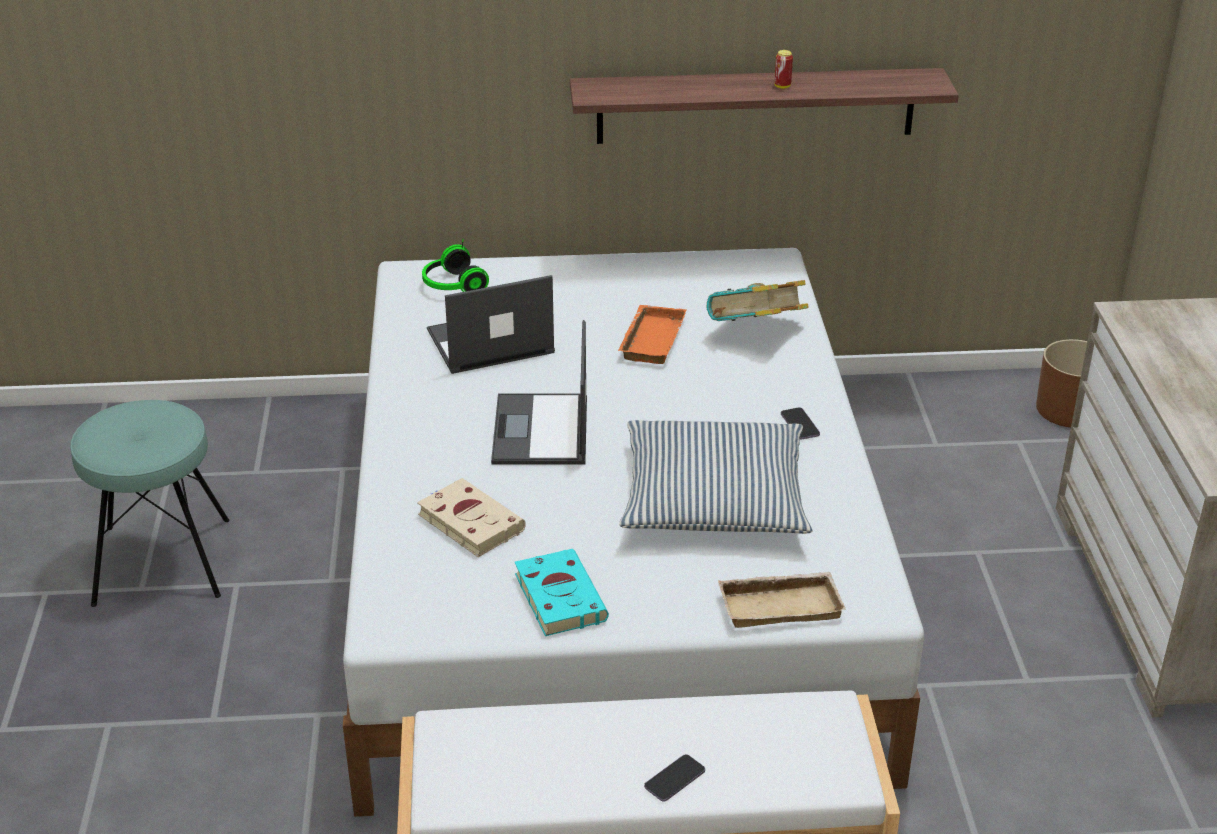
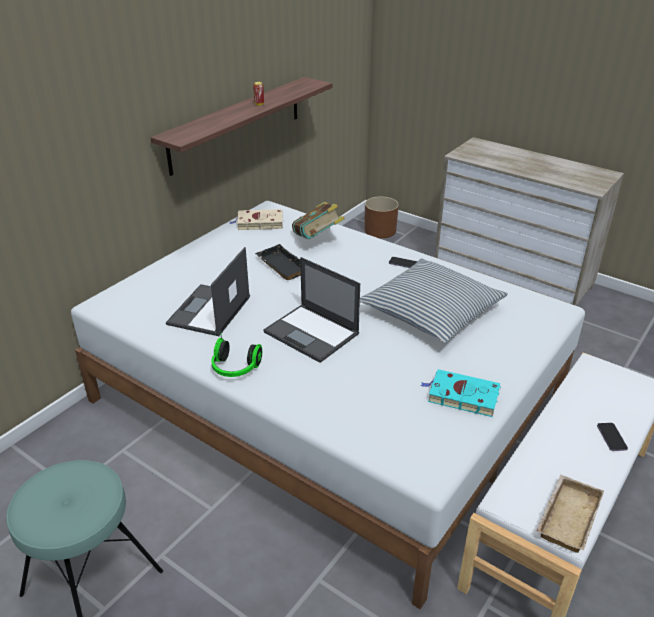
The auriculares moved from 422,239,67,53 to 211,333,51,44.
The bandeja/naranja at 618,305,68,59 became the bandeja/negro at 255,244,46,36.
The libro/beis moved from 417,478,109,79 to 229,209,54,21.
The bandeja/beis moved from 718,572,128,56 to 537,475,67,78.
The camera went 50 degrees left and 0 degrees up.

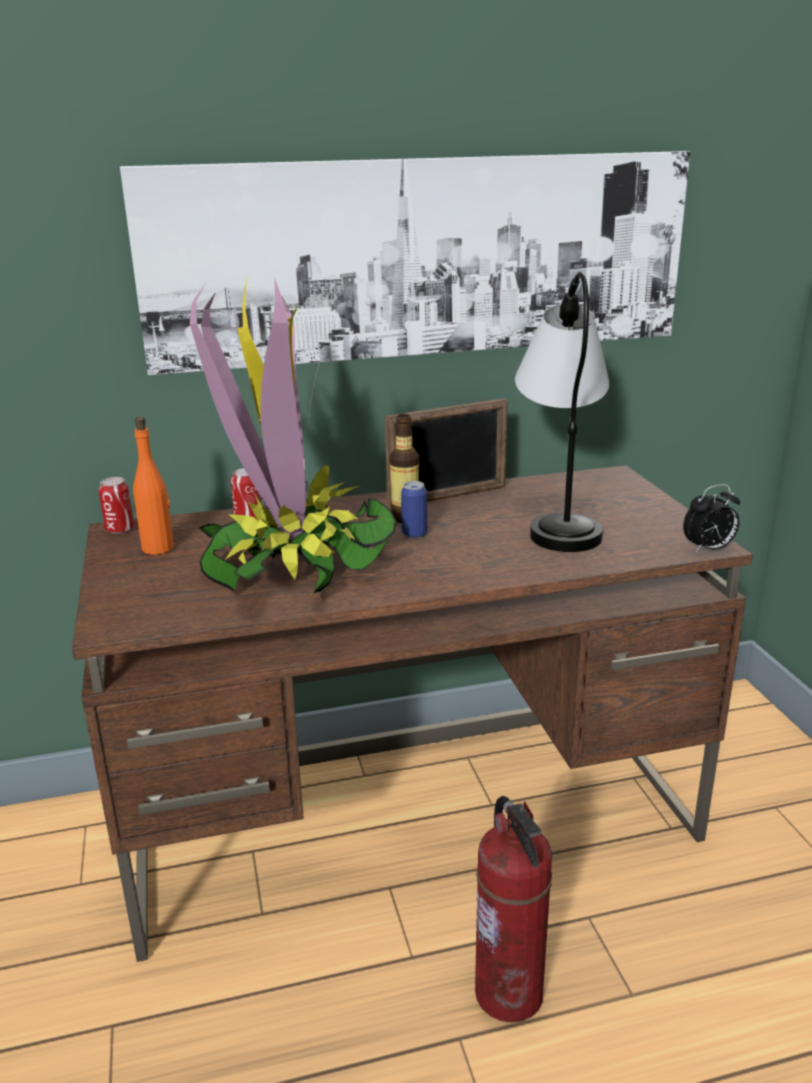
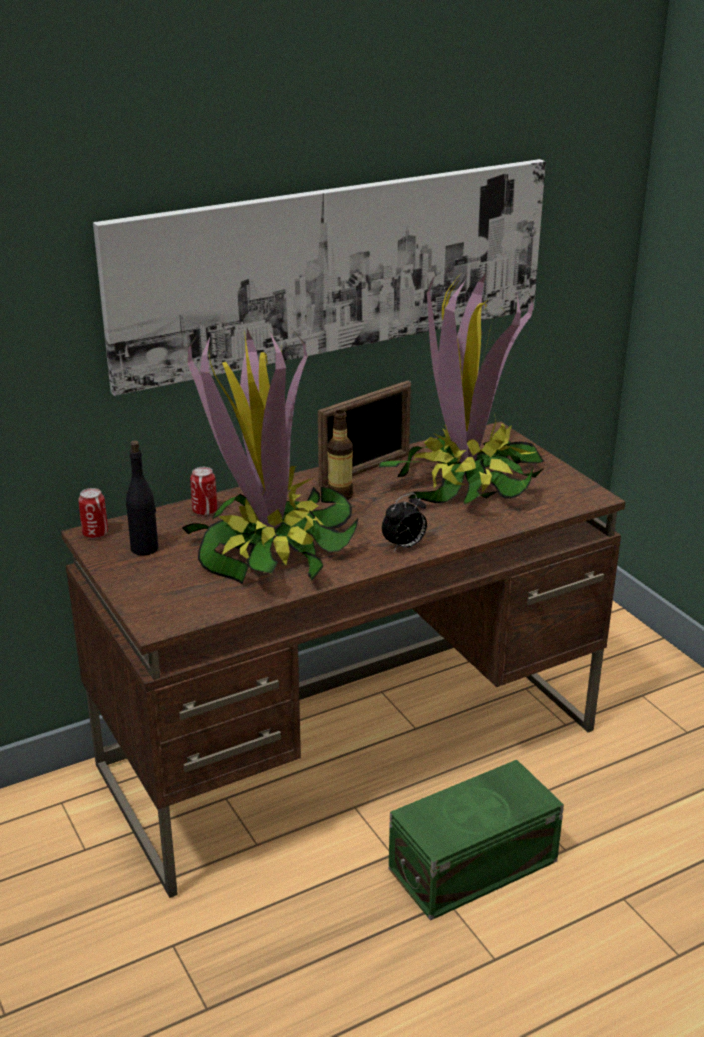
The lámpara de mesa at 515,272,94,280 was replaced by the planta en maceta at 379,267,166,237.
The botella/naranja at 133,416,41,139 became the botella/negro at 126,440,32,115.
The lata at 401,481,26,57 disappeared.
The despertador moved from 683,484,57,69 to 382,493,45,58.
The extintor at 475,796,77,227 was replaced by the caja de almacenaje/verde at 389,760,175,161.
The camera went 15 degrees left and 5 degrees up.

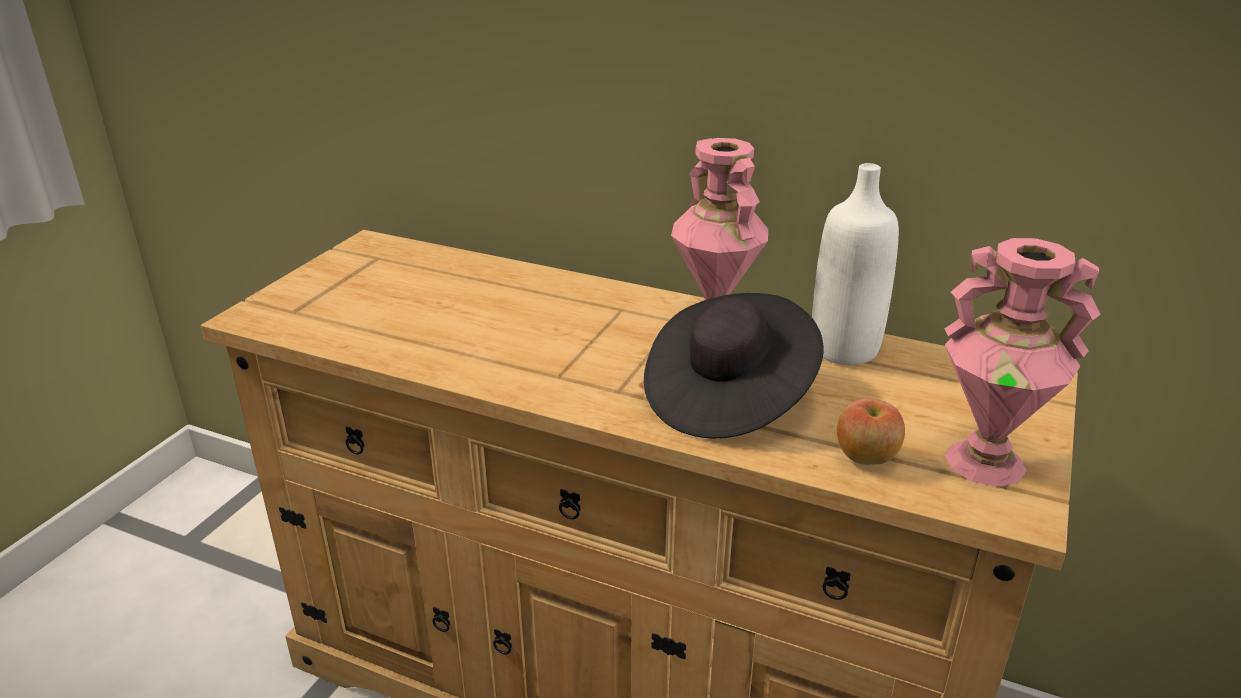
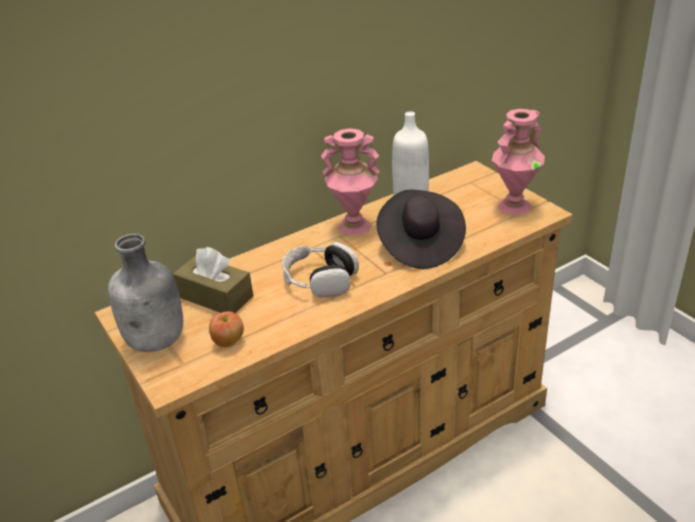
The manzana moved from 837,398,68,67 to 209,311,35,37.
The botella/gris at 108,234,75,118 appeared.
The auriculares at 282,242,77,56 appeared.
The caja de pañuelos/marrón at 173,247,80,66 appeared.
The camera went 55 degrees left and 5 degrees up.

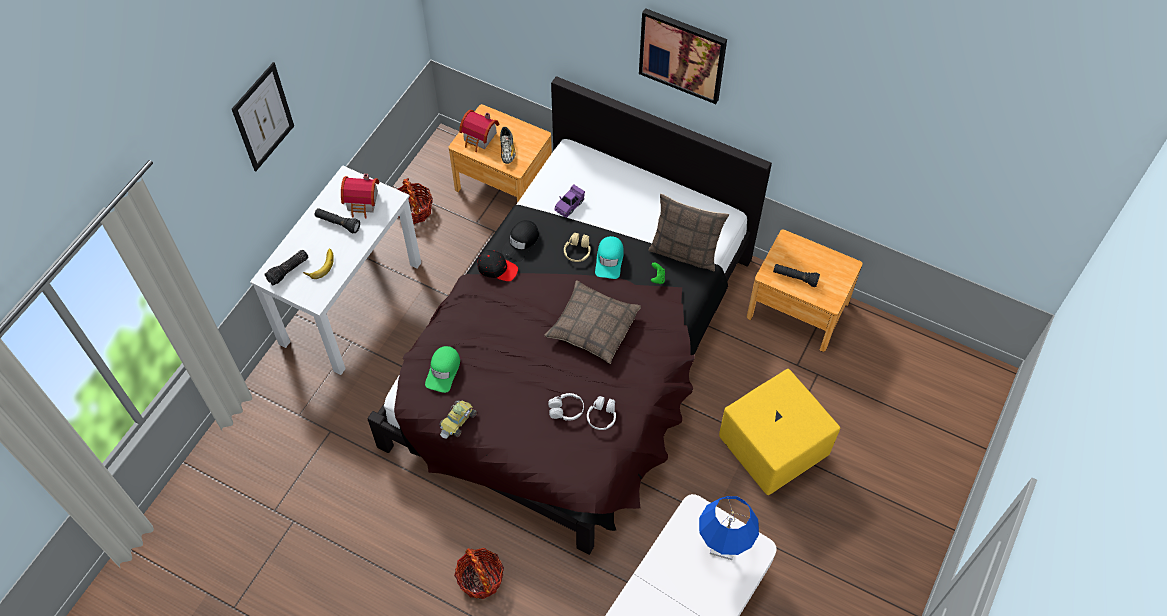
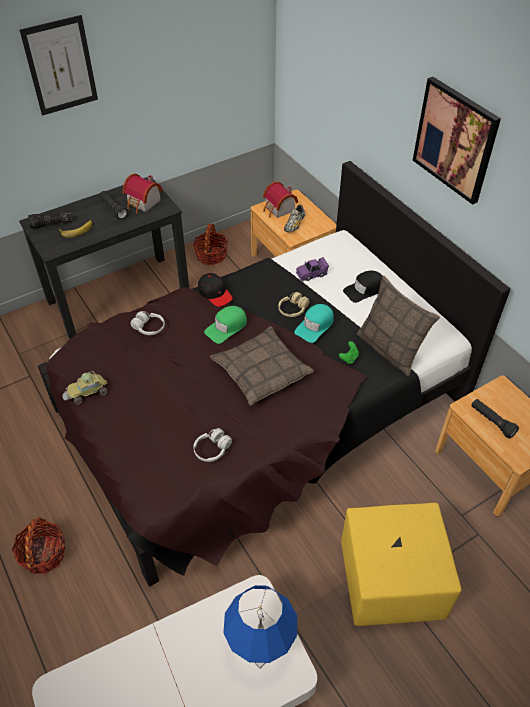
The escritorio/blanco at 250,165,171,210 became the escritorio/negro at 19,177,170,162.
The gorra/negro moved from 502,220,37,42 to 343,271,40,32.
The gorra/verde moved from 425,346,35,47 to 204,306,43,38.
The auriculares/blanco moved from 548,393,36,27 to 131,311,34,24.
The camera went 30 degrees right and 10 degrees down.

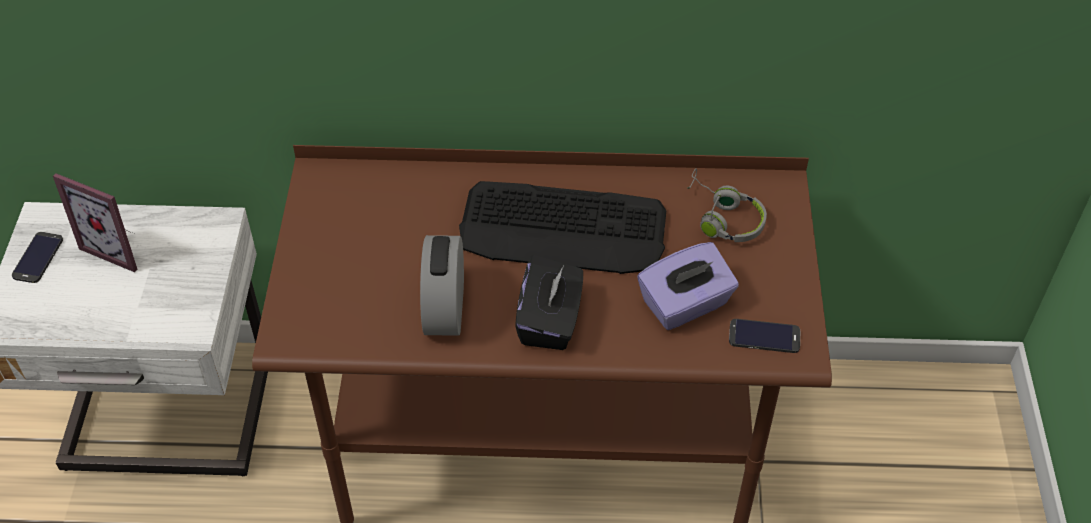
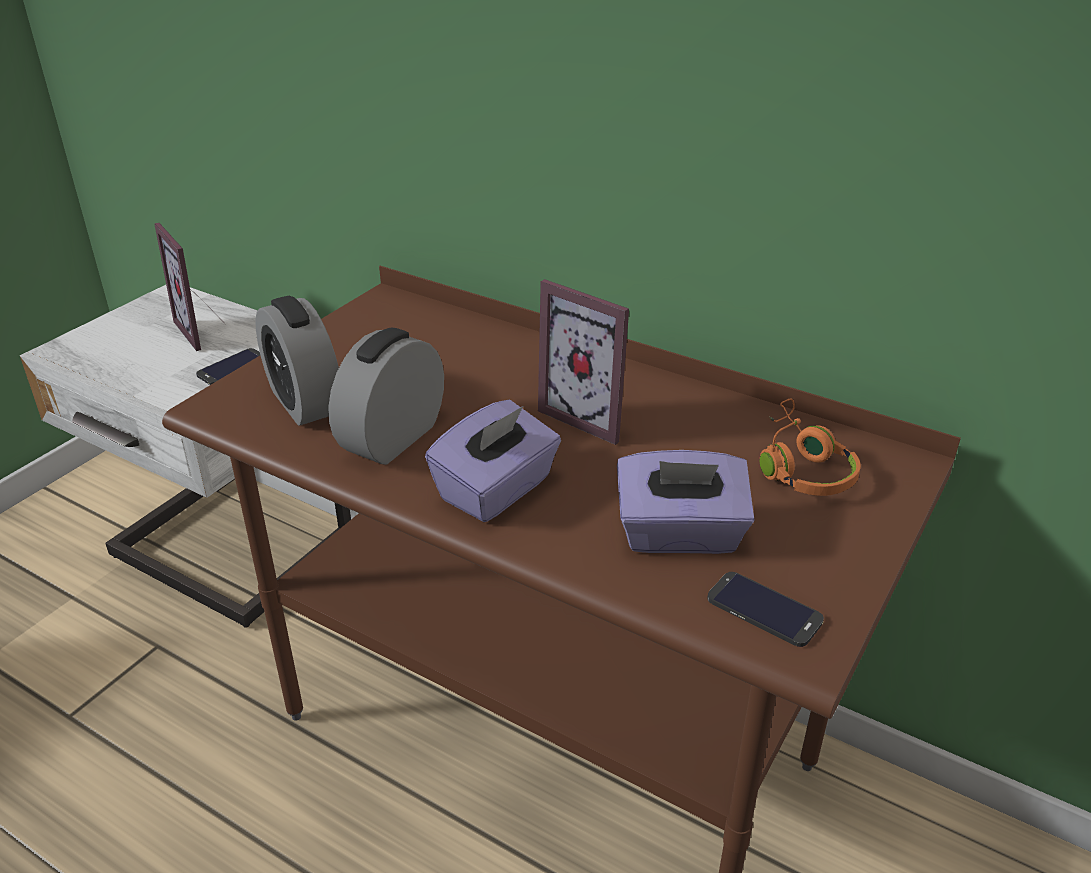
The auriculares/gris at 687,168,80,74 became the auriculares/naranja at 759,398,102,98.
The teclado at 459,181,207,93 was replaced by the portarretratos at 538,279,91,166.
The móvil moved from 12,232,51,51 to 196,348,64,37.
The caja de pañuelos/negro at 515,255,68,95 became the caja de pañuelos/morado at 425,400,136,122.
The despertador at 255,296,84,130 appeared.
The camera went 30 degrees right and 15 degrees down.

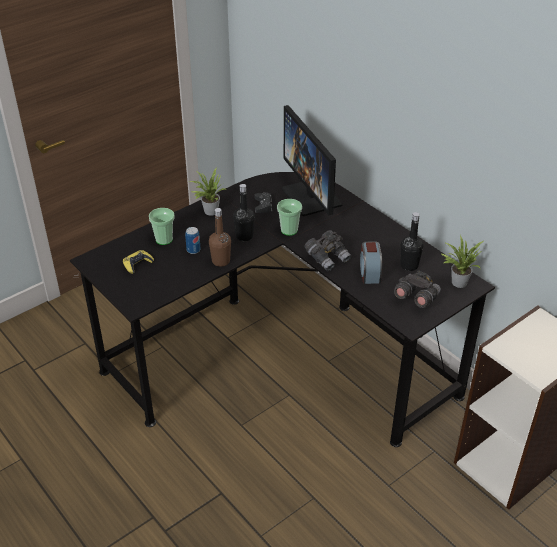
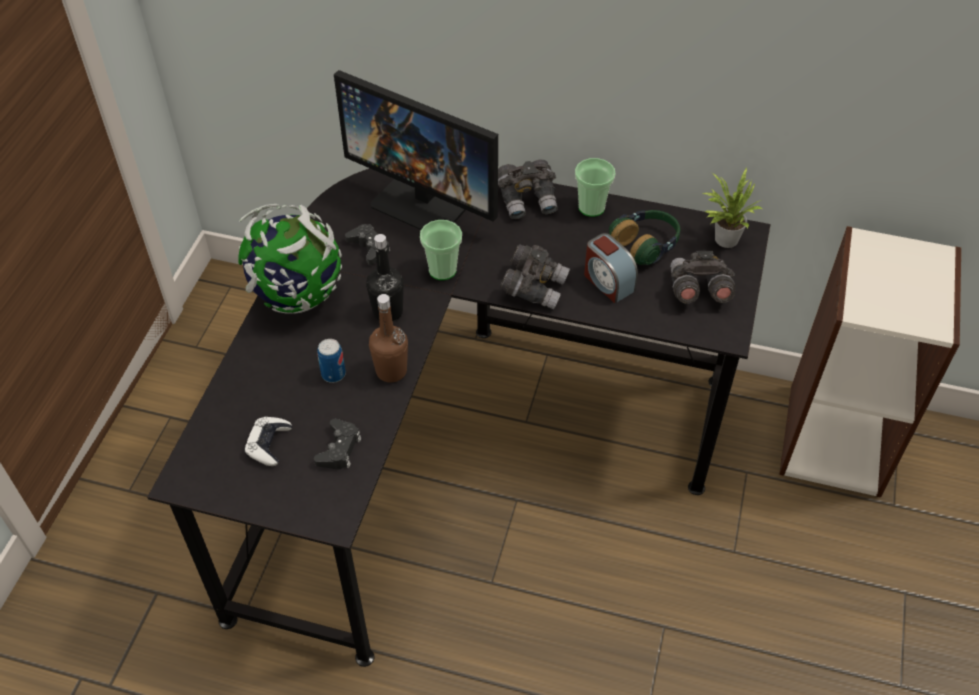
The planta en maceta at 188,167,39,49 was replaced by the globo terráqueo at 238,204,104,110.
The taza moved from 149,208,26,37 to 575,158,40,59.
The botella/negro at 400,212,23,59 was replaced by the auriculares at 609,210,71,55.
The mando de consola/amarillo at 123,250,31,24 became the mando de consola/blanco at 244,417,48,49.
The prismáticos/gris at 498,159,60,60 appeared.
The mando de consola/negro at 314,419,47,50 appeared.
The camera went 35 degrees left and 10 degrees up.

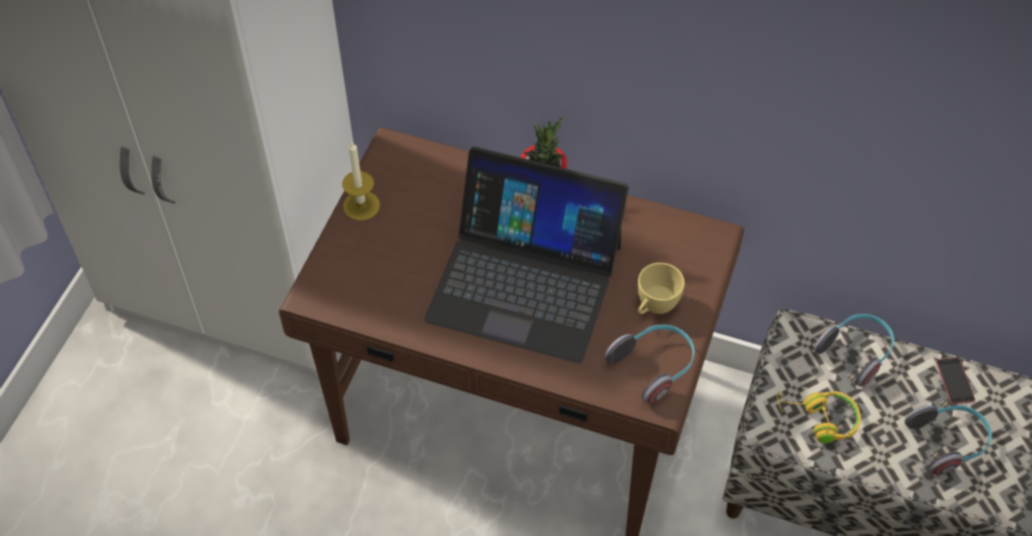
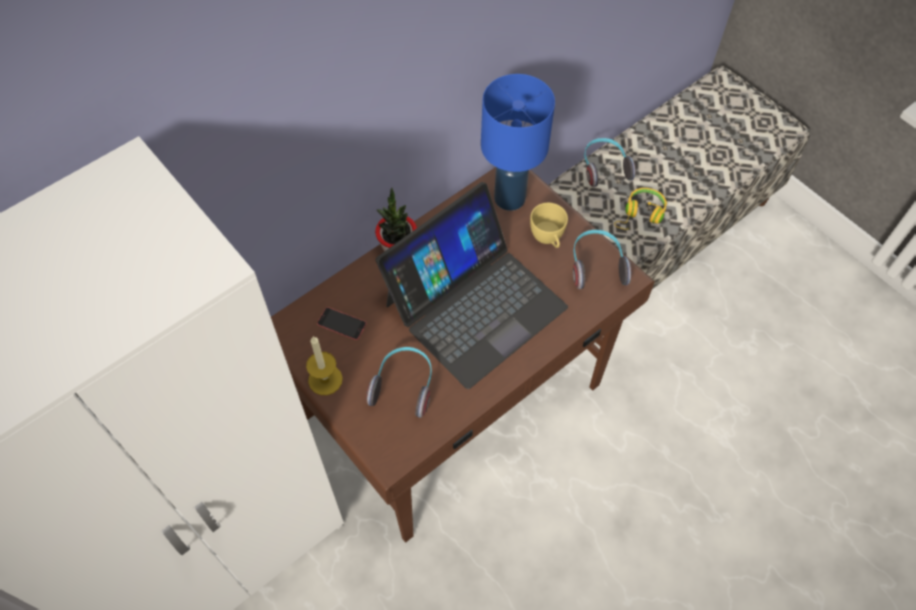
The móvil moved from 936,358,39,46 to 317,307,50,33.
The auriculares moved from 905,405,87,70 to 366,347,66,71.
The lámpara de mesa/azul at 481,74,74,137 appeared.
The camera went 60 degrees left and 5 degrees up.

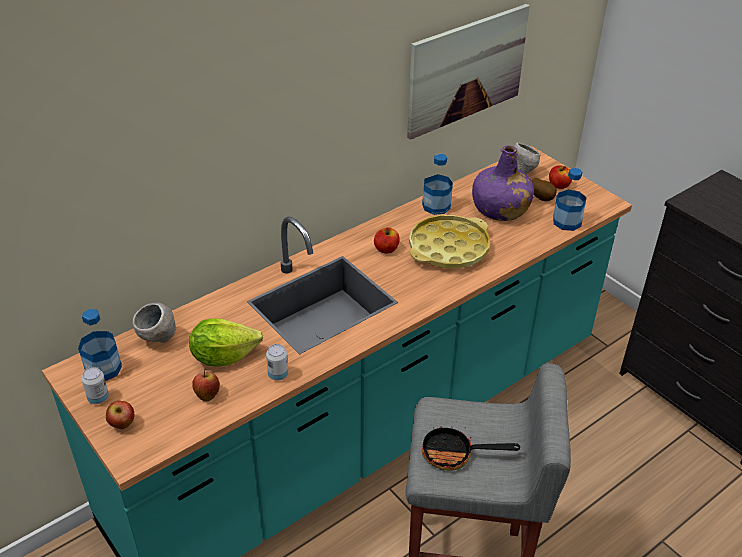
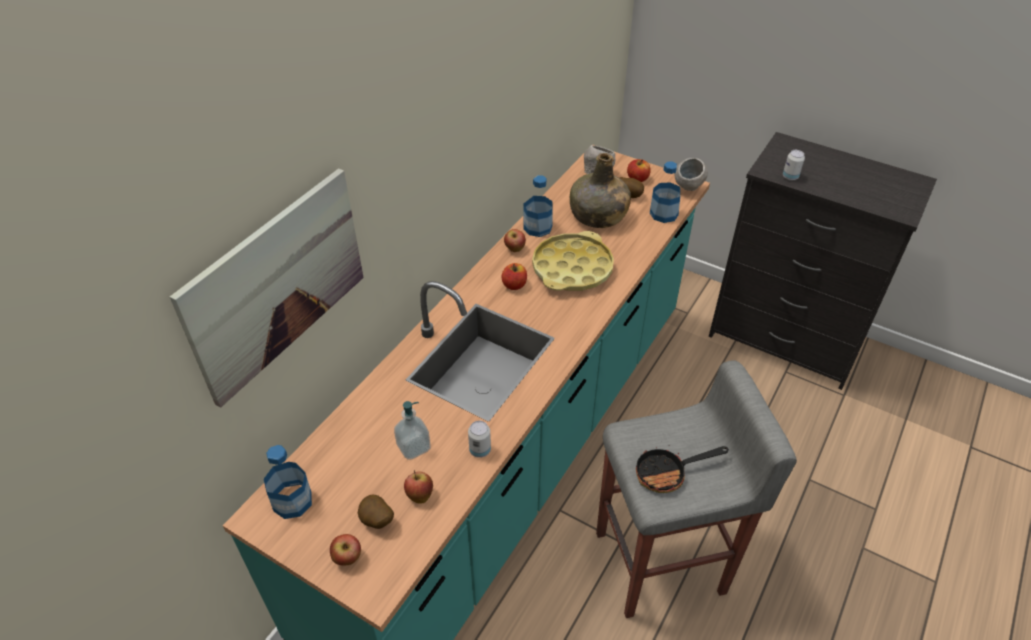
The cuadro moved from 407,4,123,136 to 170,168,194,240.
The botella/morado at 472,145,62,76 became the botella/verde at 570,153,61,75.
The cuenco/gris moved from 133,302,43,41 to 675,158,33,33.
The lechuga at 189,318,74,49 was replaced by the dispensador de jabón at 394,401,37,59.
The lata moved from 81,367,28,37 to 783,150,22,31.
The manzana at 504,229,22,23 appeared.
The patata at 358,494,36,35 appeared.
The camera went 20 degrees left and 5 degrees up.

